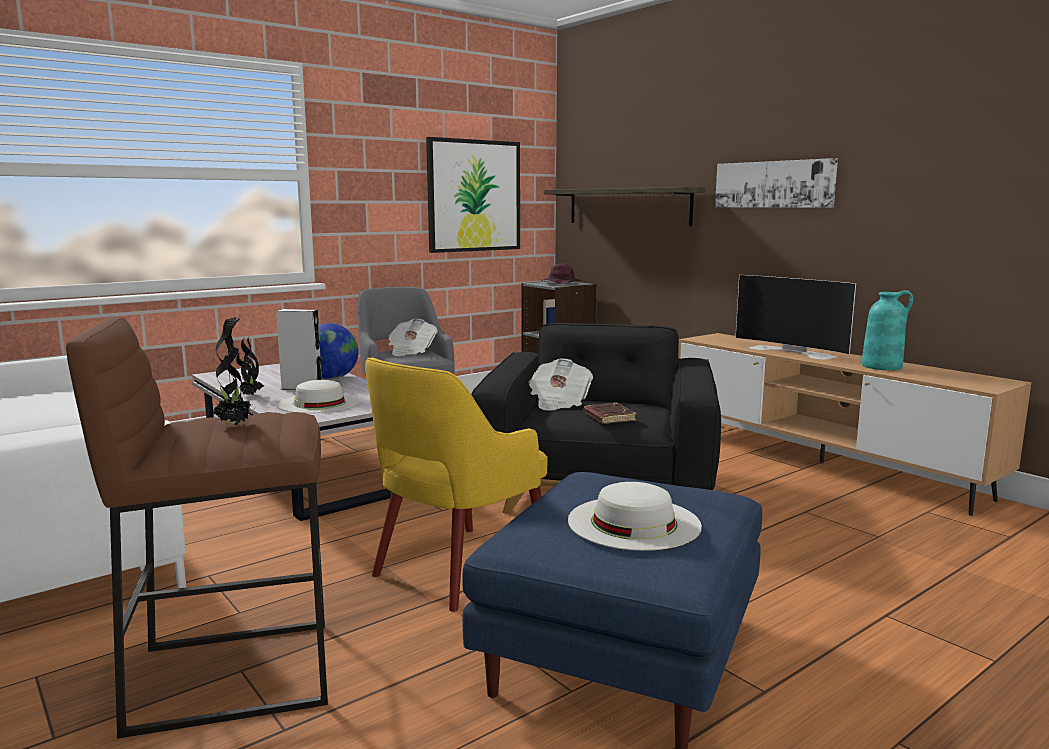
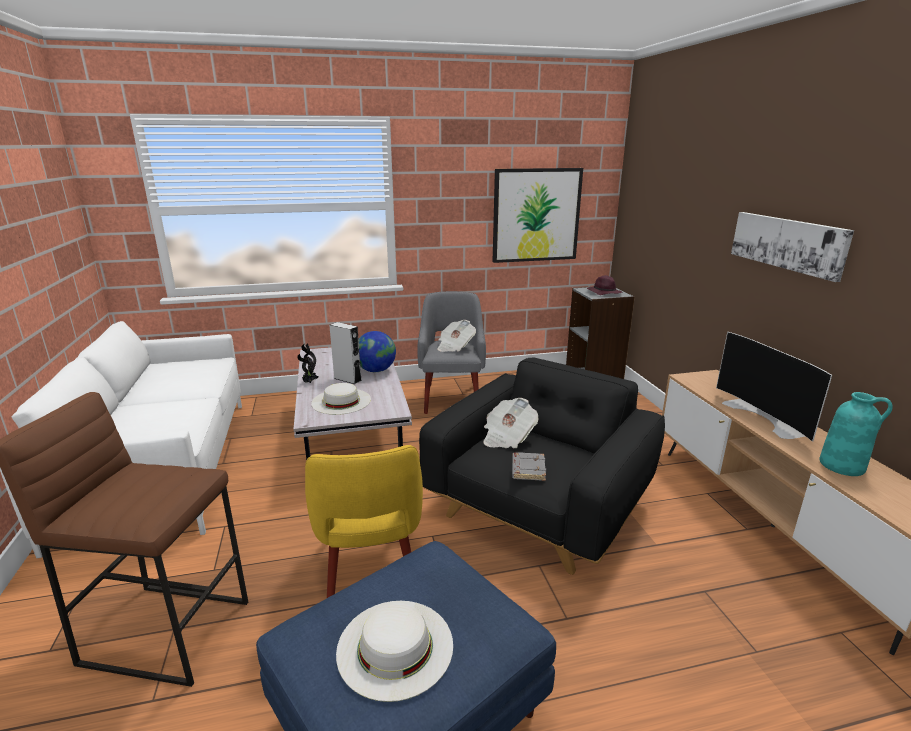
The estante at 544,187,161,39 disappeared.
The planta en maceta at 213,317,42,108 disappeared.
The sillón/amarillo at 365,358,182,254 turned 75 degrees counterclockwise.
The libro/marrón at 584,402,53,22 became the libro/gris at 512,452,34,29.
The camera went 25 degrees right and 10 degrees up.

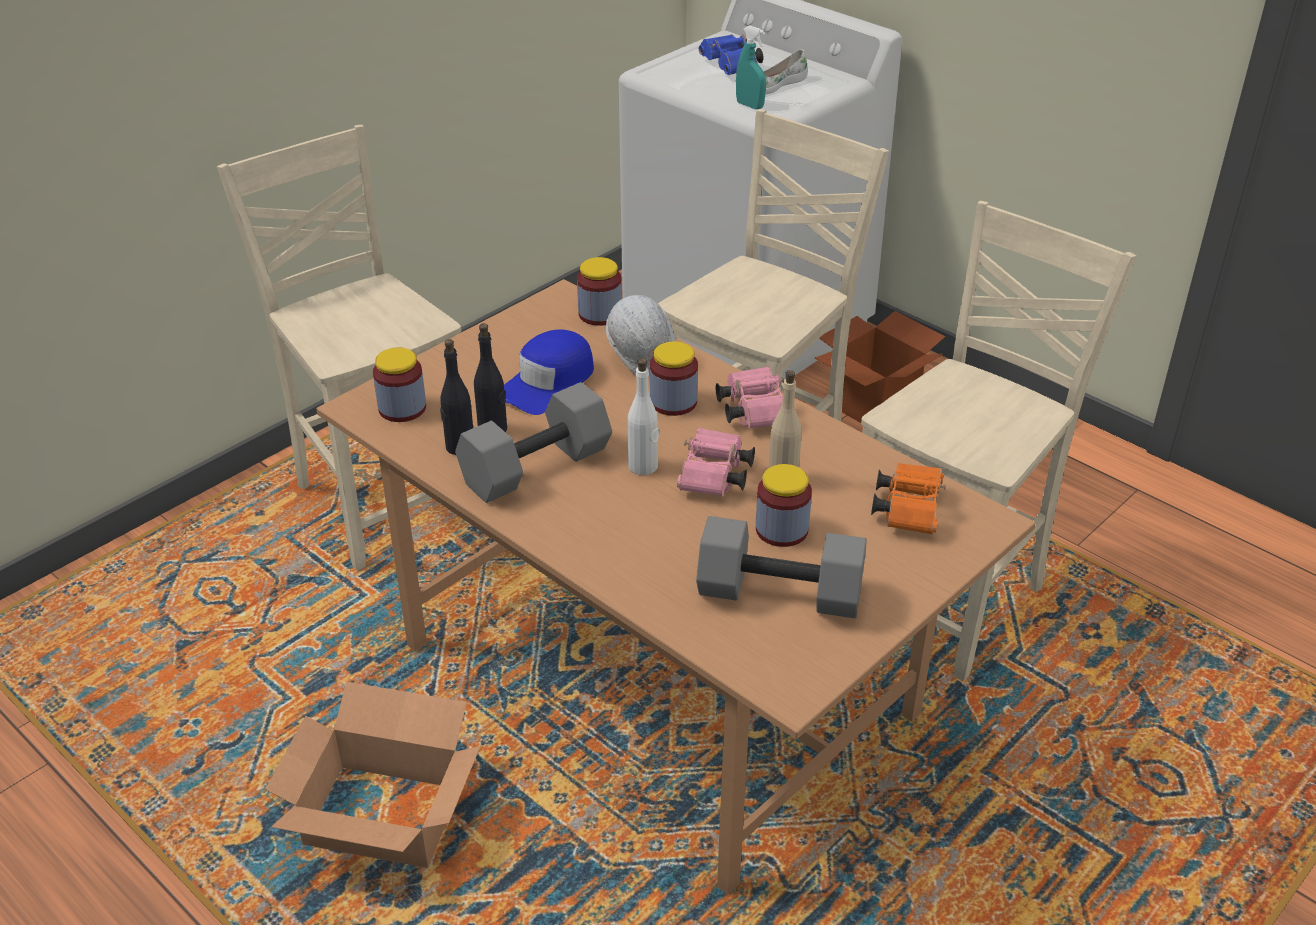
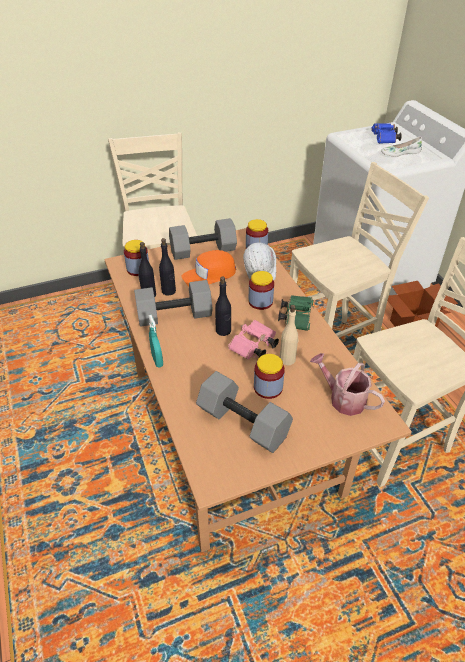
The pulverizador/turquesa moved from 736,25,30,84 to 148,315,15,52.
The gorra/azul at 504,330,90,85 became the gorra/naranja at 181,250,55,37.
The botella/blanco at 628,358,31,117 became the botella/negro at 215,276,16,60.
The prismáticos/rosa at 716,366,68,63 became the prismáticos/verde at 278,295,36,36.
The prismáticos/naranja at 871,463,75,72 was replaced by the regadera at 310,353,75,63.
The caja de cartón at 265,682,216,186 disappeared.
The mancuerna/gris at 169,218,68,42 appeared.
The camera went 25 degrees right and 5 degrees up.

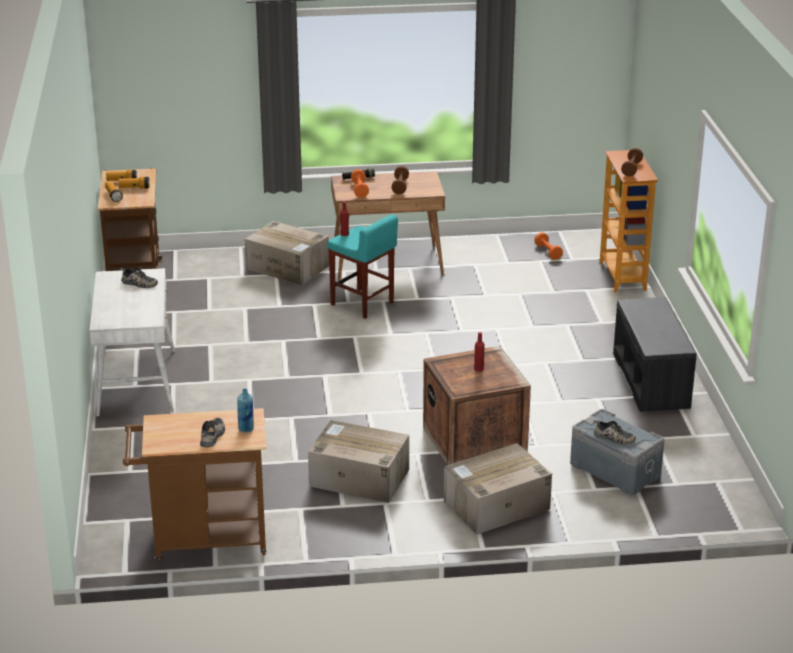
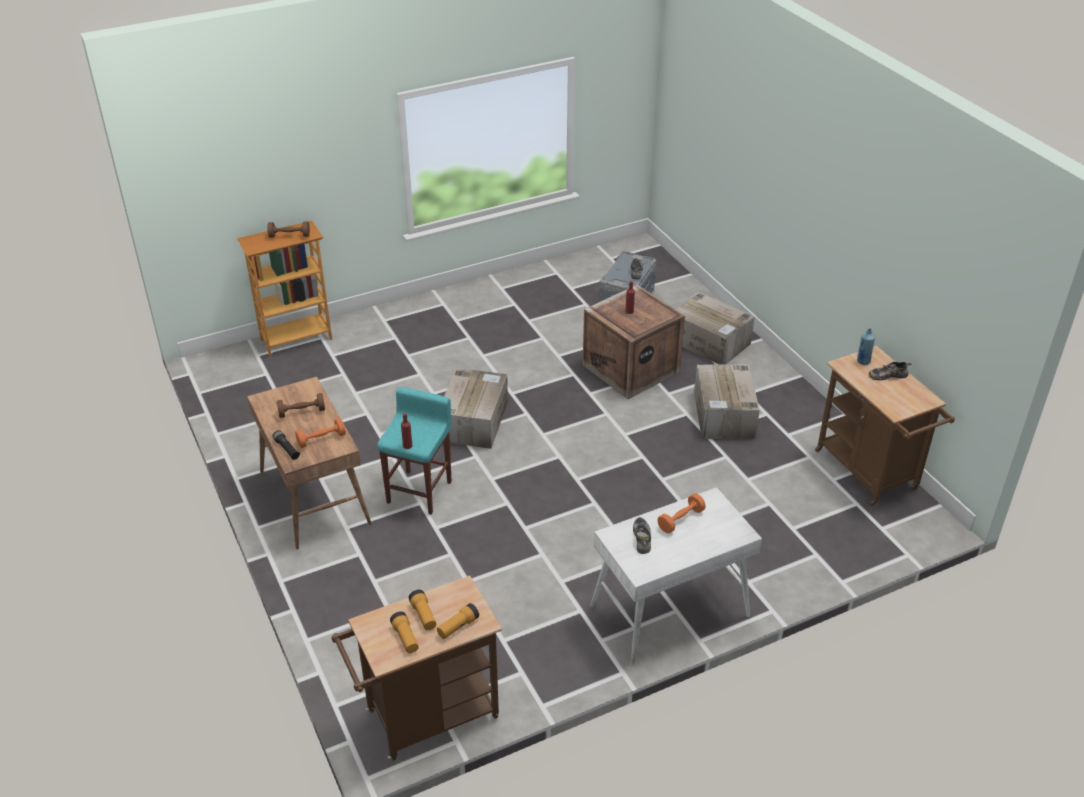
The caja de cartón moved from 245,221,84,64 to 444,368,64,81.
The mancuerna/naranja moved from 535,232,28,28 to 657,493,48,40.
The banco/gris at 613,297,84,115 disappeared.
The camera went 110 degrees left and 10 degrees up.

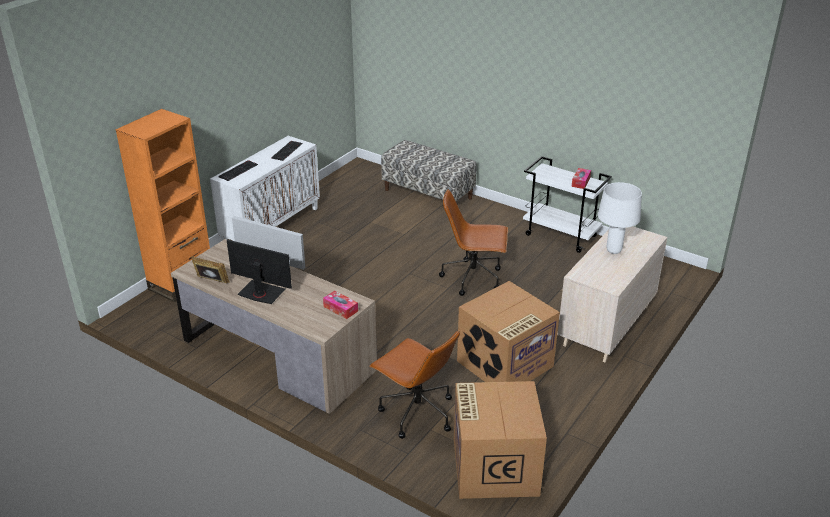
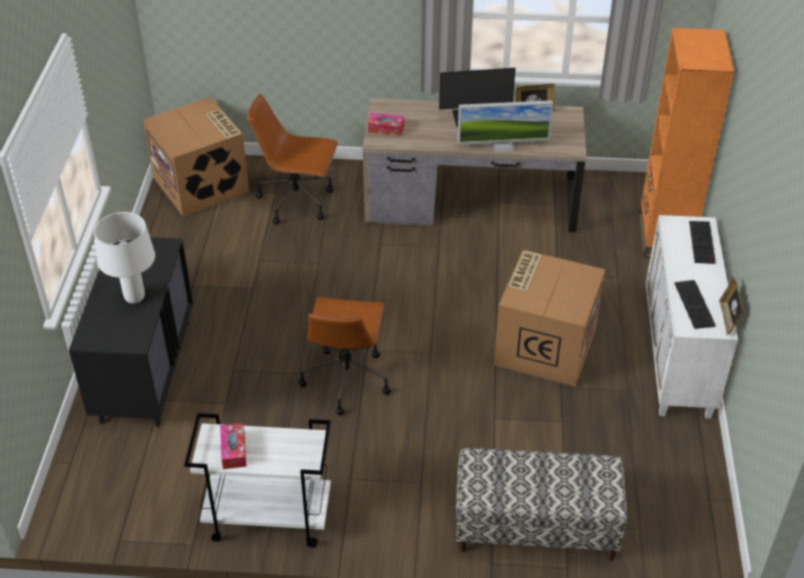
The silla de oficina/marrón at 439,189,69,107 turned 120 degrees clockwise.
The cómoda/beis at 557,226,110,136 became the cómoda/negro at 69,237,124,190.
The caja de cartón moved from 457,281,103,101 to 494,250,111,137.
The portarretratos at 719,277,24,58 appeared.
The camera went 150 degrees right and 10 degrees up.

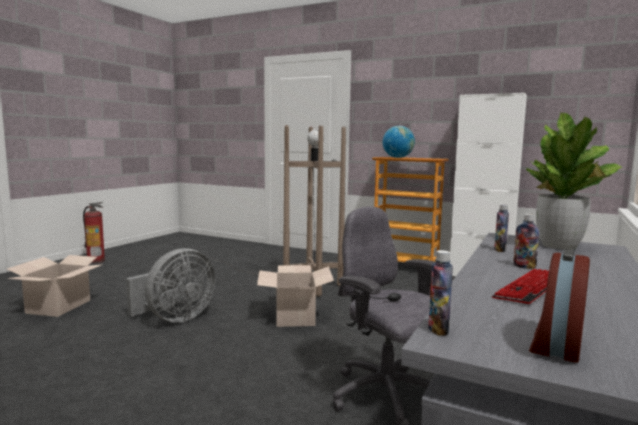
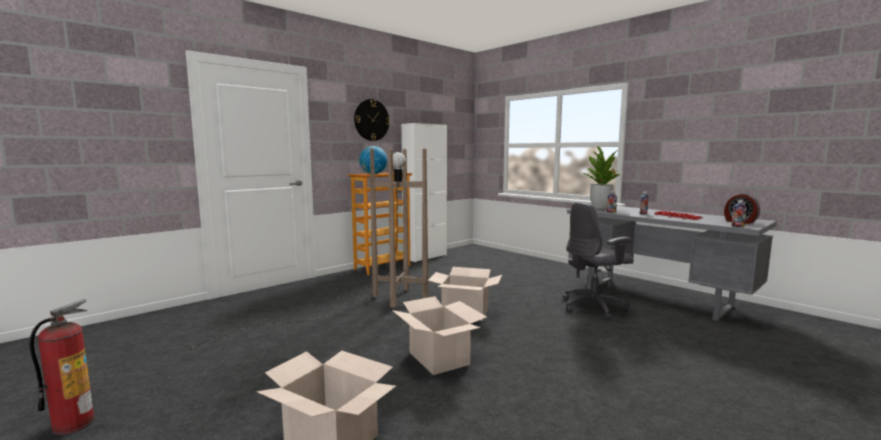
The ventilador/gris at 126,248,89,75 was replaced by the caja de cartón at 392,296,95,79.
The reloj de pared at 354,99,36,42 appeared.
The camera went 70 degrees left and 0 degrees up.

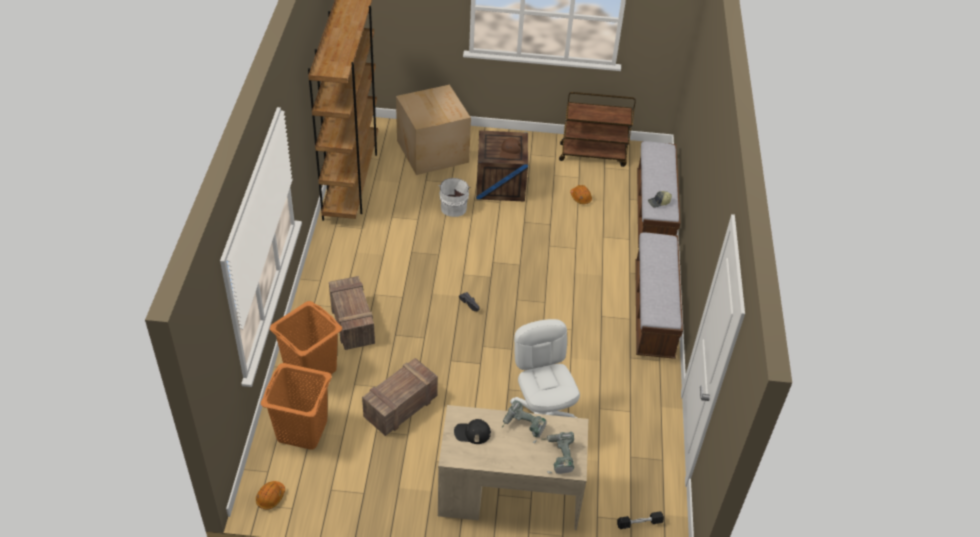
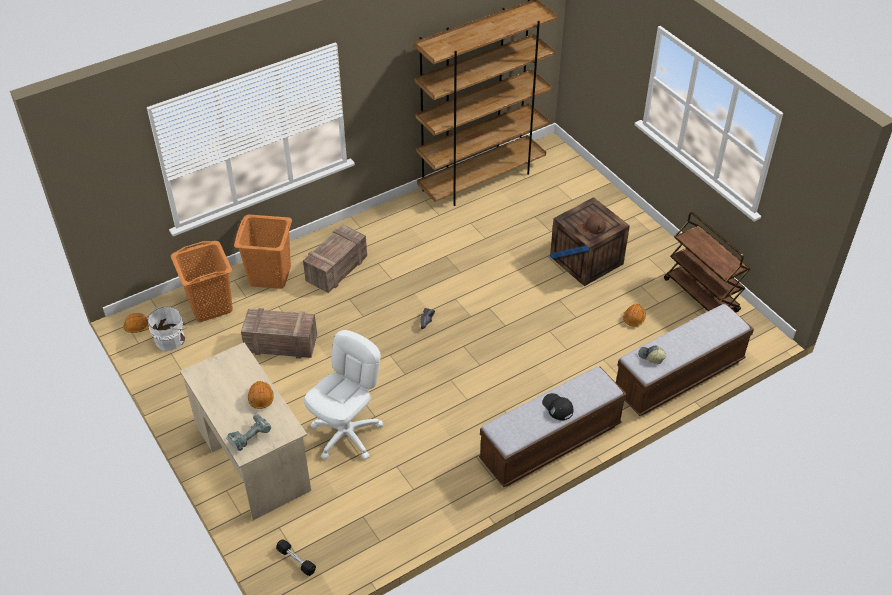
The caja de cartón at 396,85,75,90 disappeared.
The cubo/blanco moved from 438,178,33,39 to 148,306,39,45.
The taladro at 502,400,45,43 was replaced by the casco/naranja at 248,381,26,28.
The gorra/negro moved from 454,419,37,25 to 542,393,31,27.
The camera went 55 degrees right and 0 degrees up.

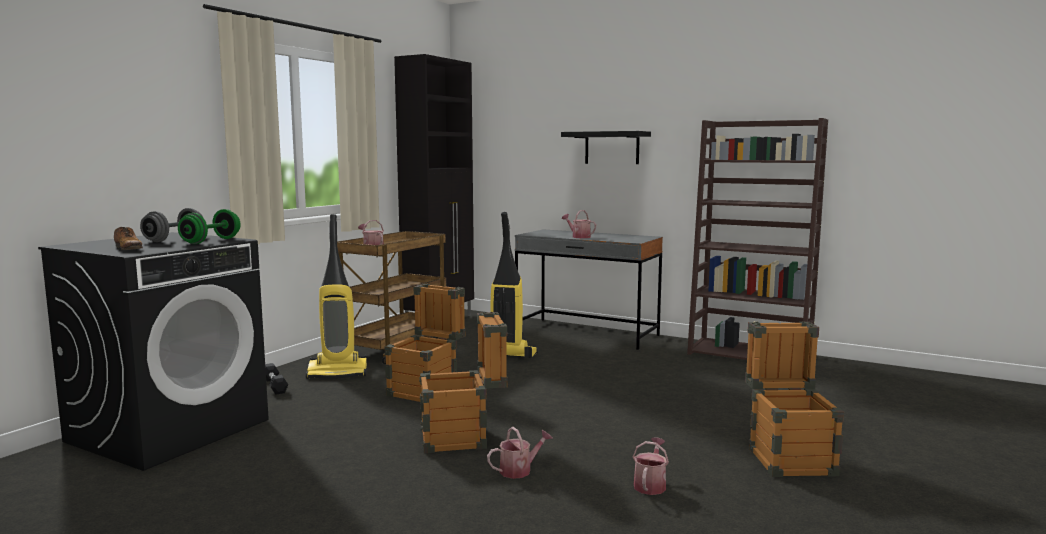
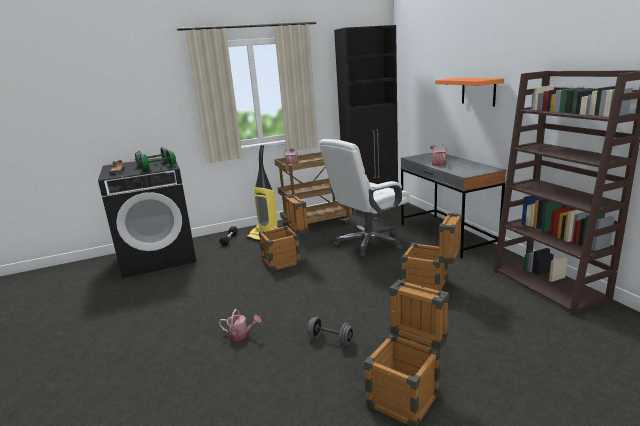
The estante/negro at 561,131,90,33 became the estante/naranja at 435,78,69,28.
The aspiradora at 490,212,49,146 was replaced by the silla de oficina/blanco at 319,139,92,119.
The caja de embalaje moved from 419,312,89,141 to 401,213,61,78.
The regadera at 632,437,37,58 disappeared.
The mancuerna/gris at 307,316,47,30 appeared.
The camera went 40 degrees right and 10 degrees up.

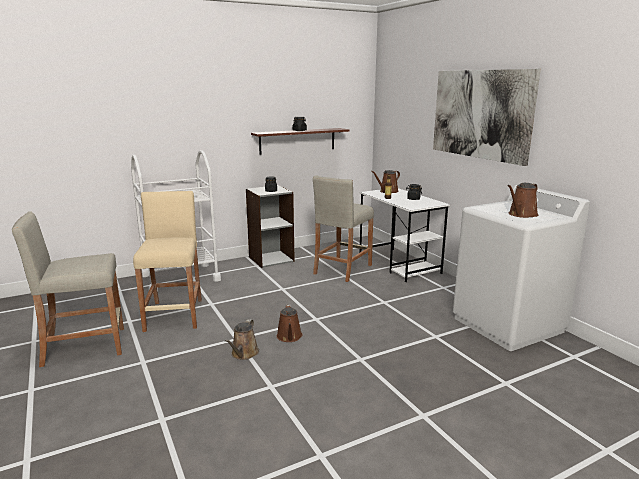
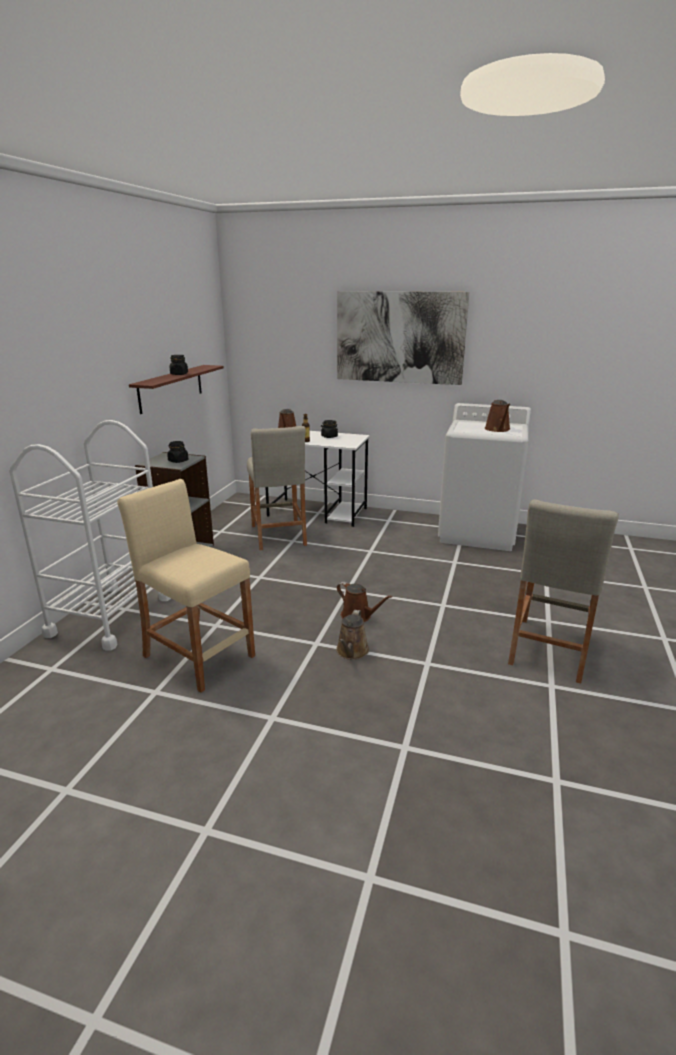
The taburete/beis moved from 12,211,112,156 to 508,499,110,185.
The regadera/marrón at 225,319,34,41 turned 45 degrees clockwise.
The camera went 45 degrees left and 5 degrees up.

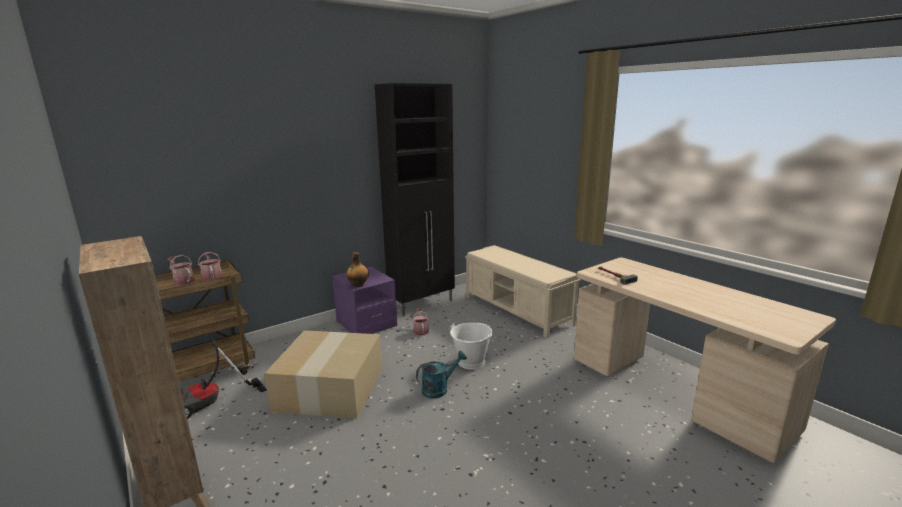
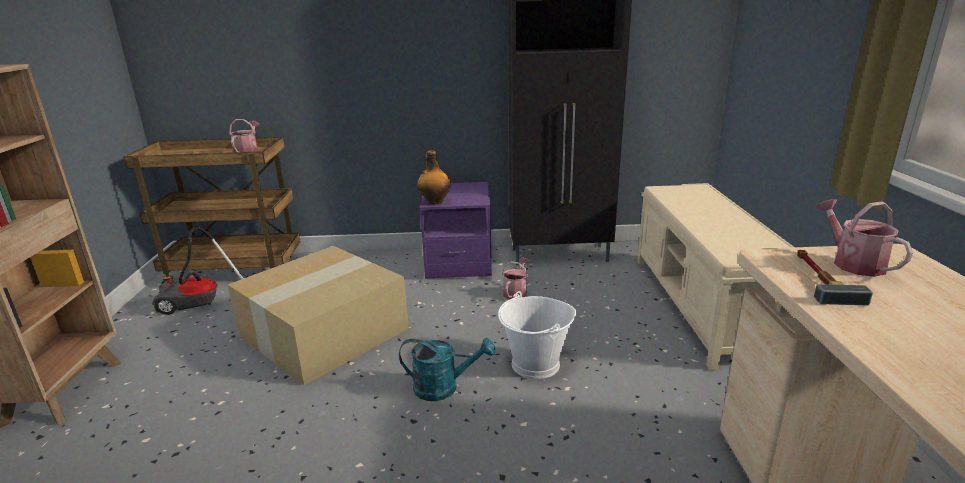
The regadera moved from 167,255,28,31 to 815,199,98,78.
The camera went 35 degrees right and 5 degrees up.

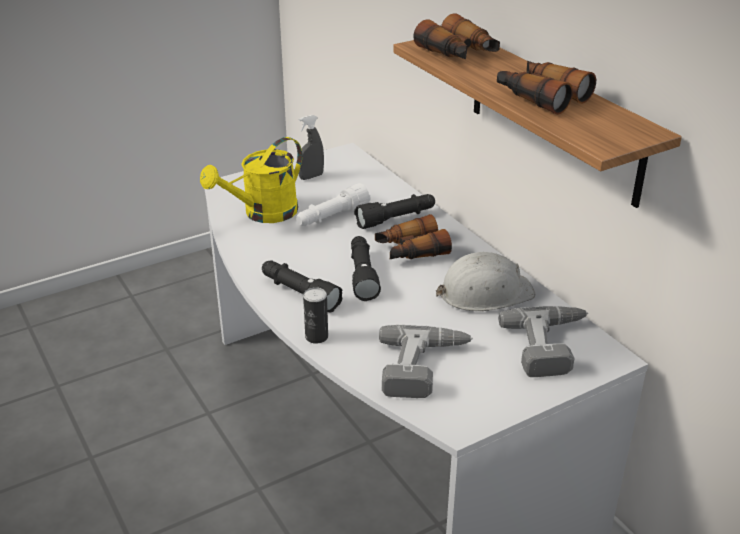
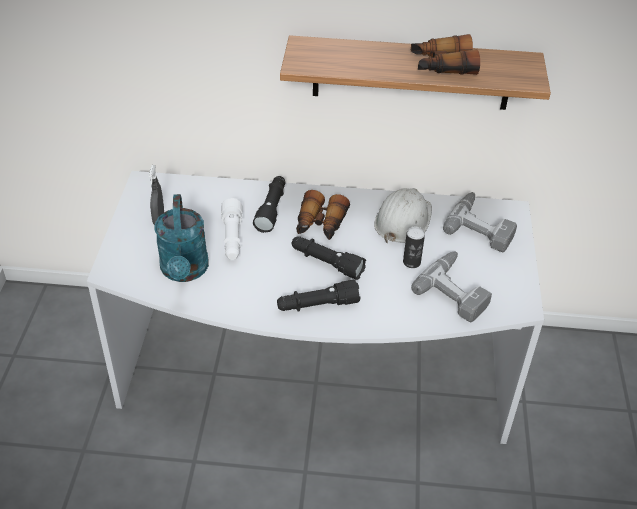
The prismáticos at 413,13,87,47 disappeared.
The regadera/amarillo at 200,137,102,86 became the regadera/turquesa at 154,194,55,88.
The lata moved from 303,287,25,57 to 403,227,22,41.
The camera went 55 degrees left and 10 degrees up.

